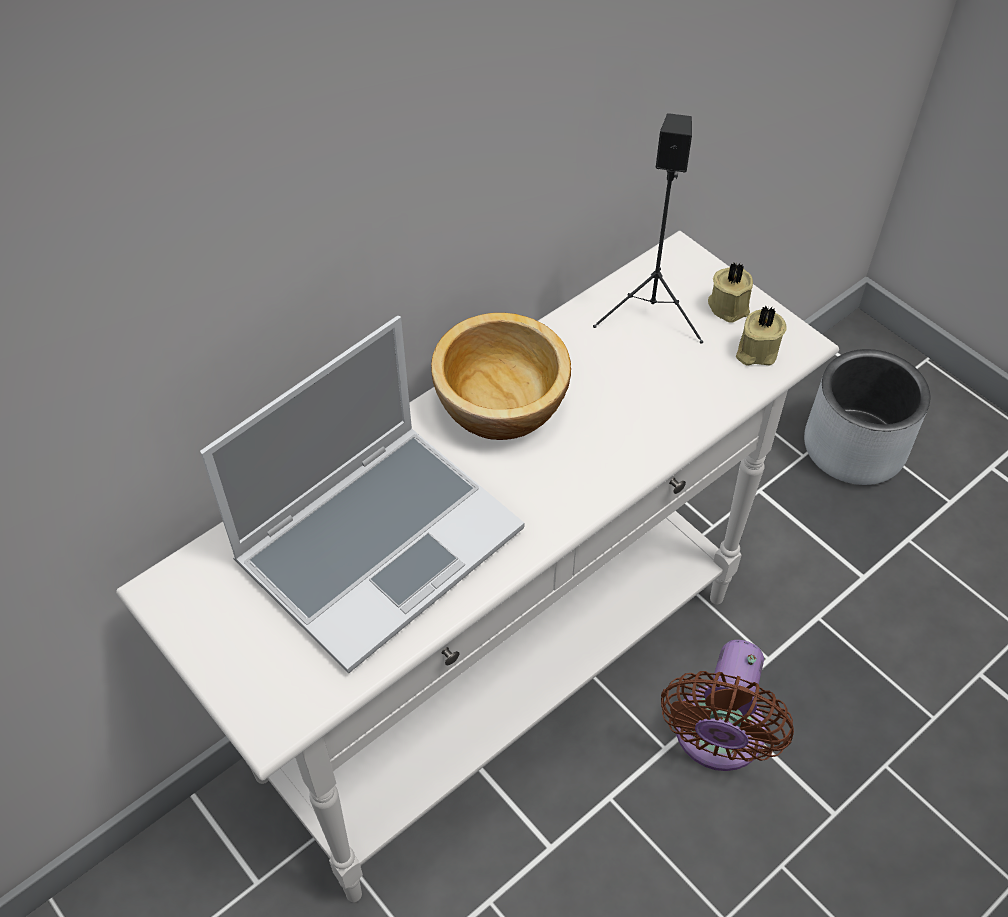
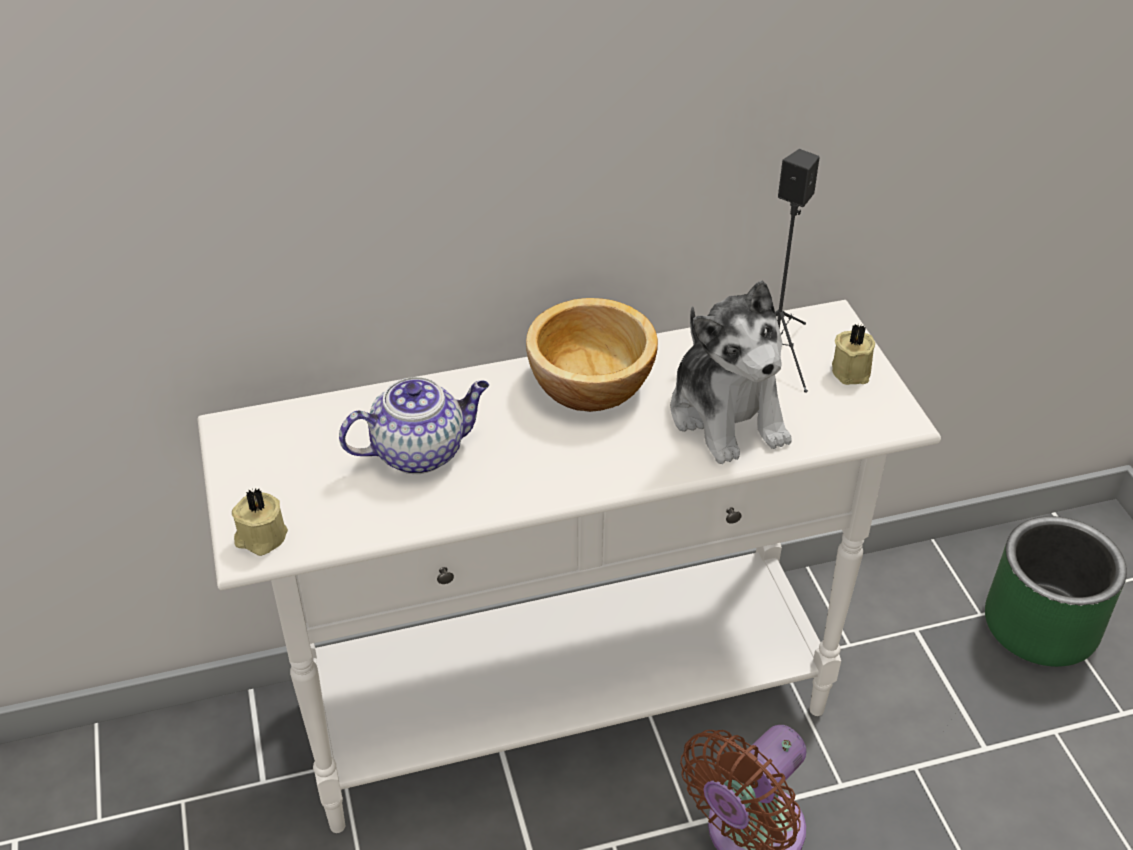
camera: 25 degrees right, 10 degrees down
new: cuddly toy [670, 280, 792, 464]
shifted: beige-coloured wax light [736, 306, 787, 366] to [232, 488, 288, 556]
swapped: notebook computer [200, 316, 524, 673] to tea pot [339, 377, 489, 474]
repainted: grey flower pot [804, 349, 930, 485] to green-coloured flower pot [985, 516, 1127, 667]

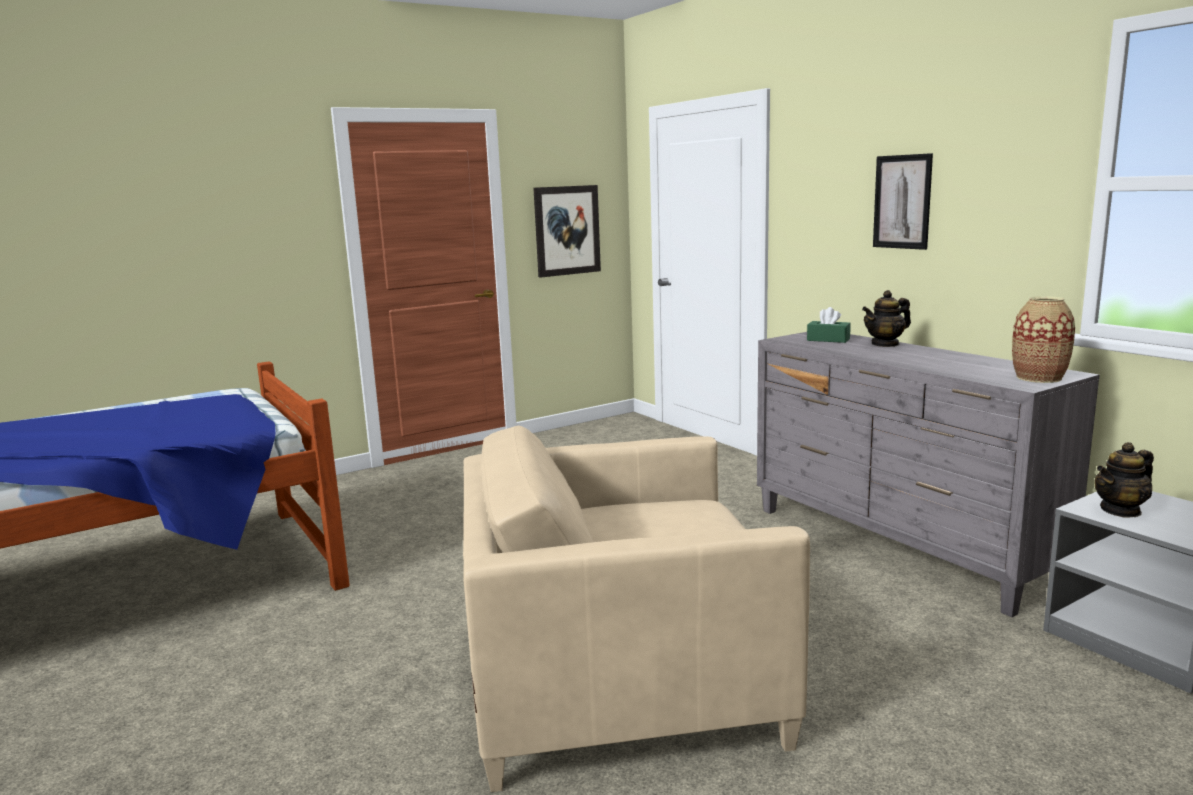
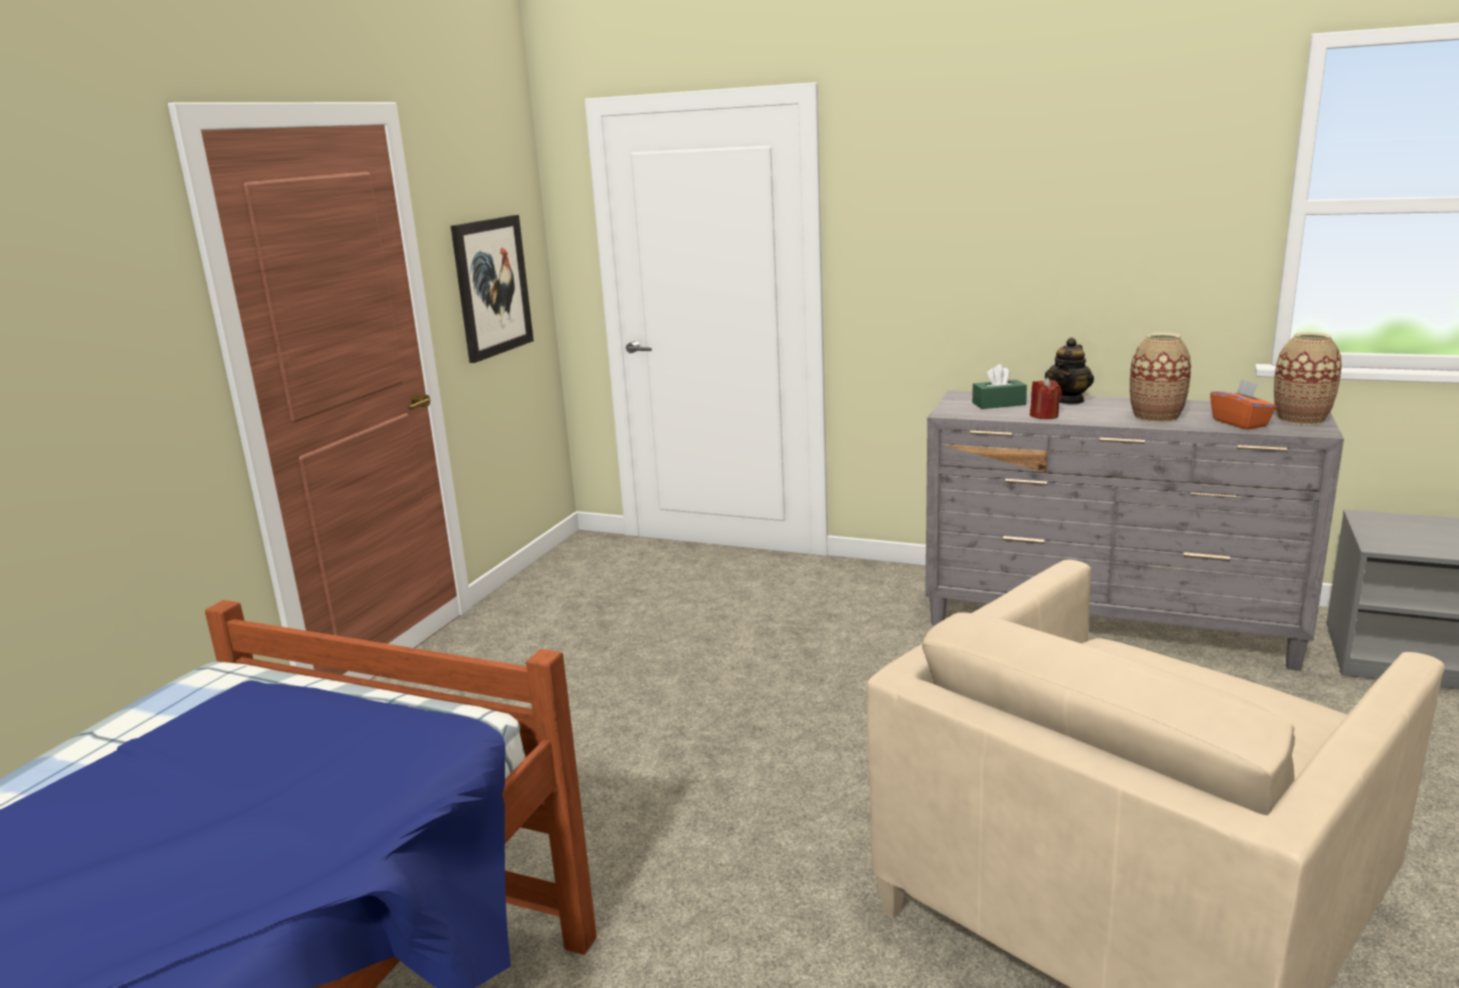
camera: 35 degrees left, 5 degrees up
gone: picture [873, 153, 933, 250]; tea pot [1094, 442, 1154, 518]
new: reddish wax light [1030, 377, 1062, 419]; vase [1130, 332, 1191, 423]; orangey box of tissues [1210, 379, 1277, 430]

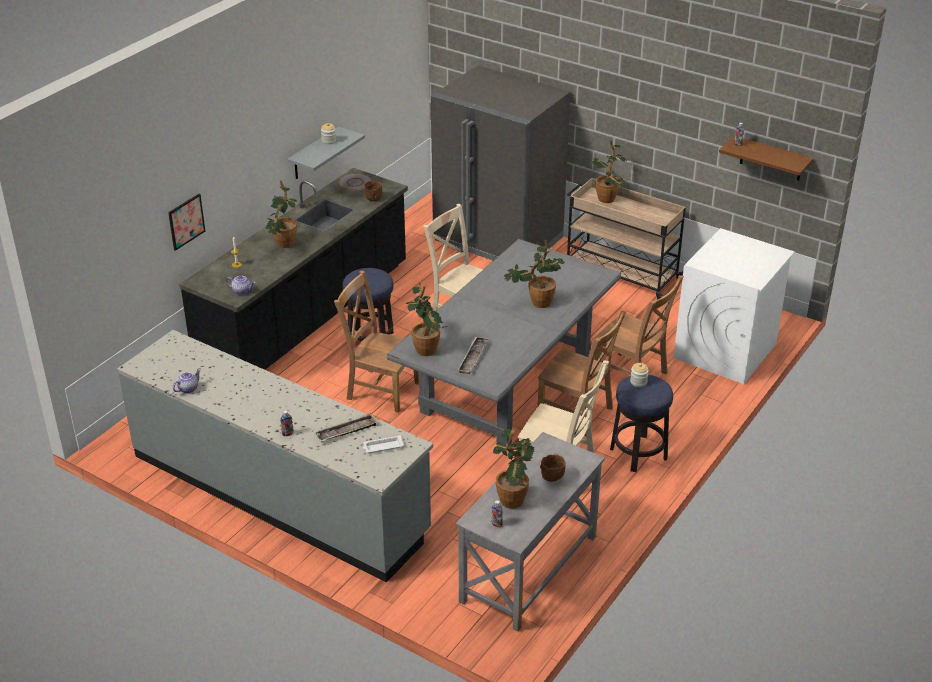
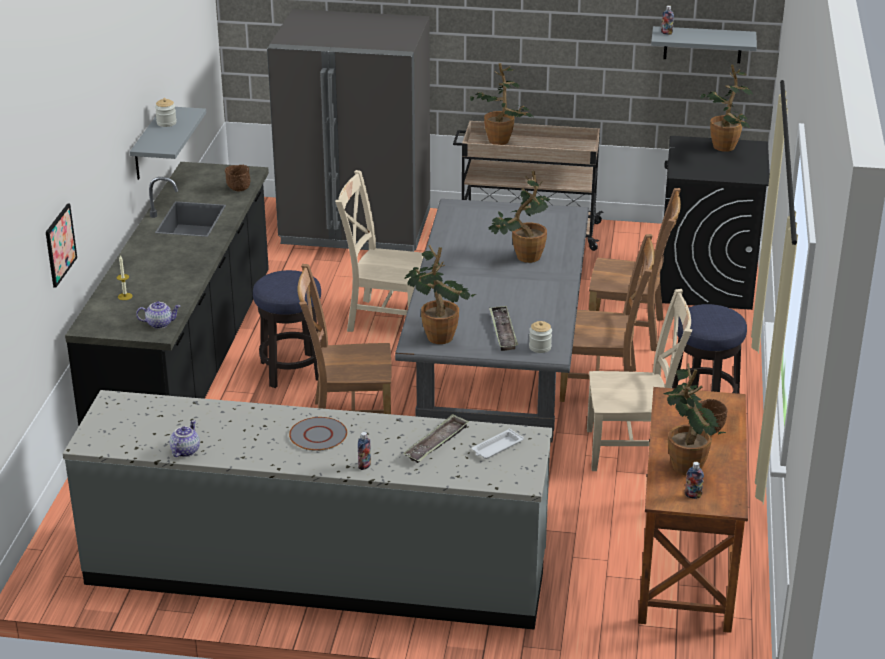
camera: 25 degrees left, 5 degrees down
shifted: houseplant [266, 180, 297, 248] to [701, 64, 753, 152]; grey dinner plate [338, 173, 372, 191] to [289, 417, 347, 451]; storage jar [630, 363, 649, 387] to [529, 321, 552, 353]
repainted: grey desk [455, 432, 605, 631] to brown desk [638, 387, 748, 633]; white-coloured washing machine [674, 228, 795, 384] to black washing machine [660, 136, 770, 310]; brown bracket shelf [719, 136, 814, 181] to grey bracket shelf [651, 26, 757, 63]

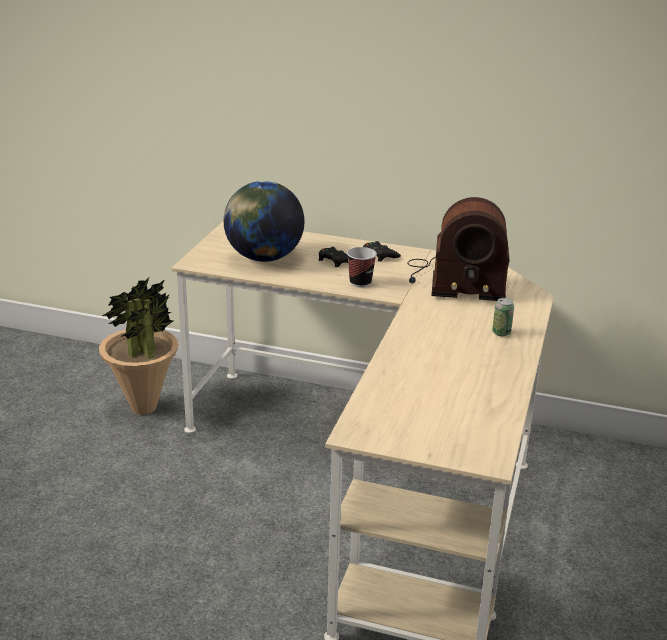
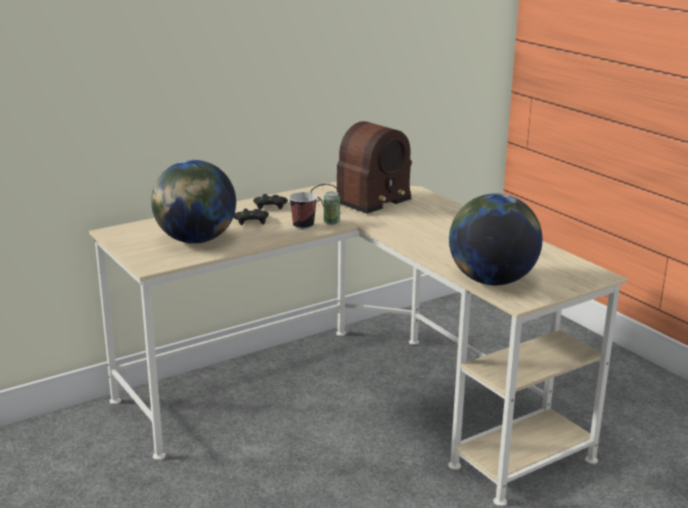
camera: 50 degrees left, 5 degrees down
gone: houseplant [99, 278, 179, 415]
new: globe [449, 193, 542, 285]
shifted: sealed can [492, 298, 514, 337] to [324, 192, 340, 225]

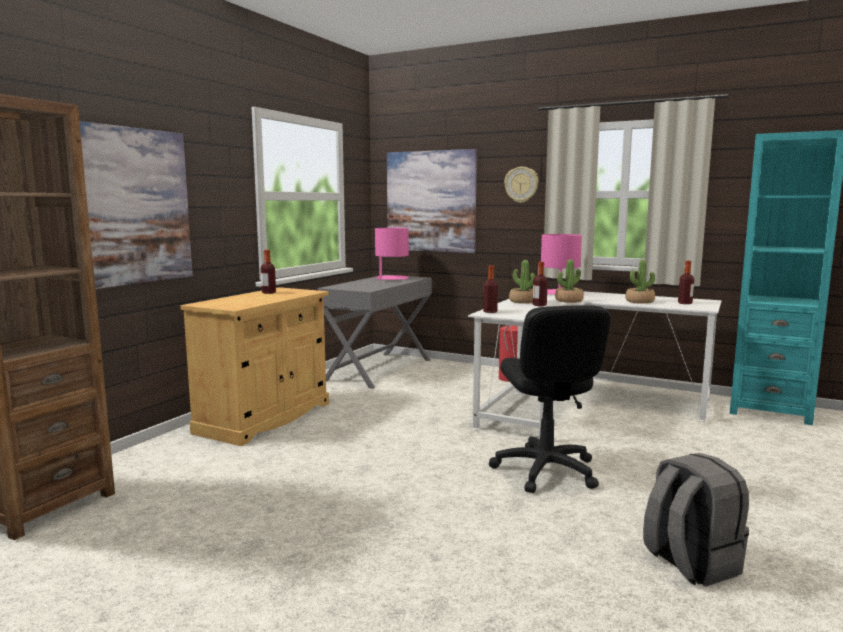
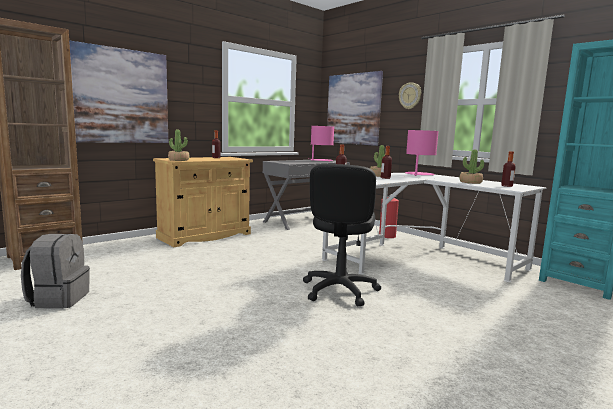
camera: 20 degrees right, 0 degrees up
shifted: houseplant [555, 259, 584, 303] to [168, 129, 190, 161]; grey knapsack [643, 453, 749, 586] to [21, 234, 90, 309]

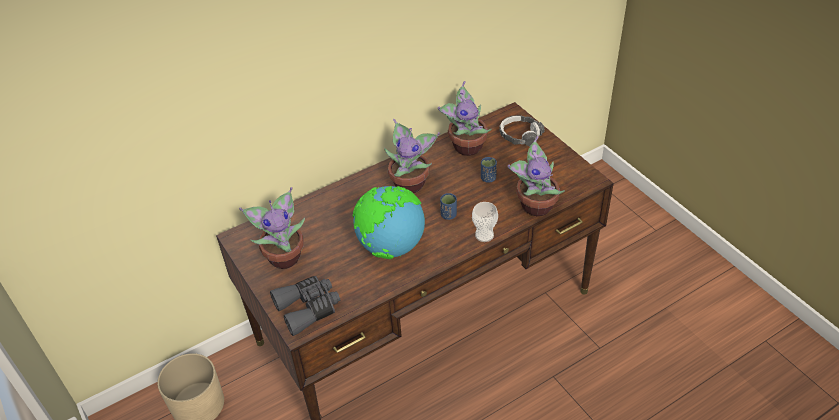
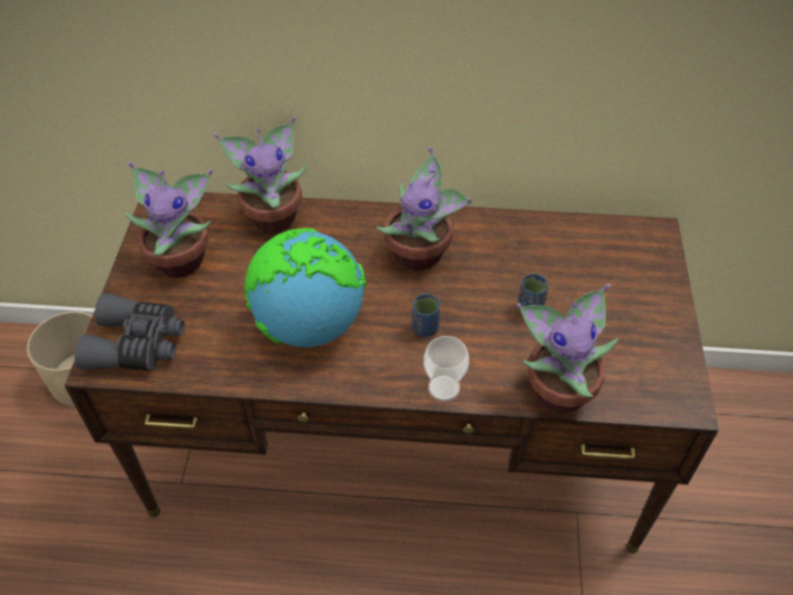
camera: 35 degrees right, 5 degrees up
gone: headset [499, 115, 545, 146]
shifted: houseplant [438, 81, 491, 156] to [214, 117, 307, 234]

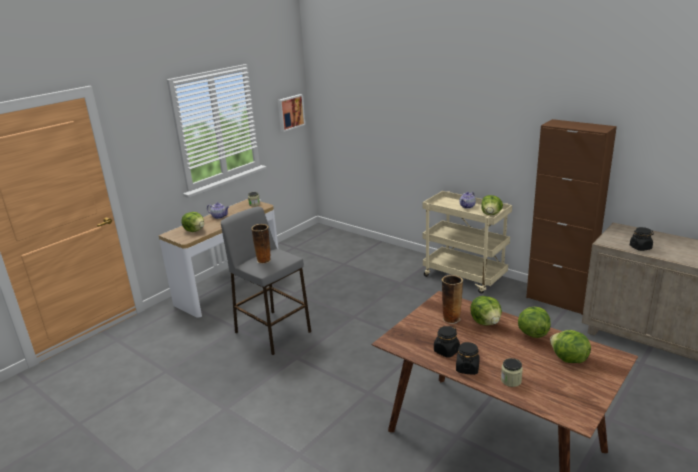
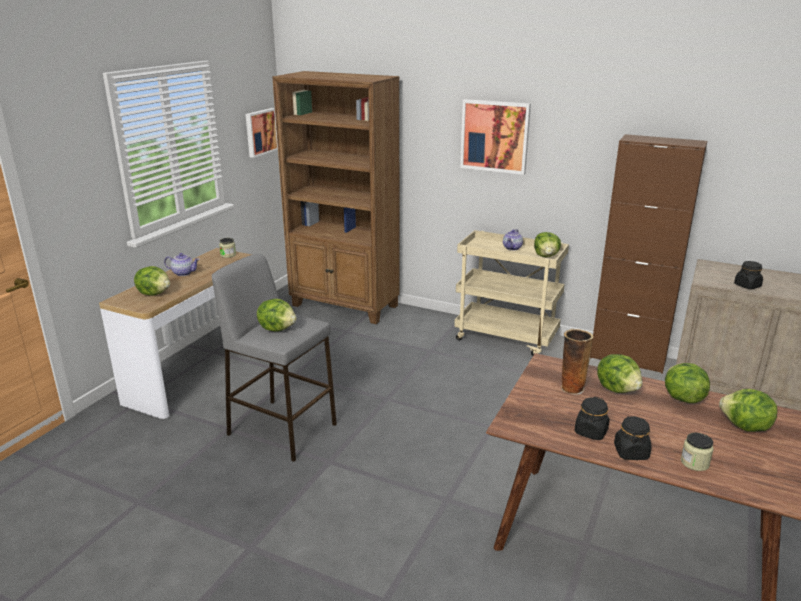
camera: 15 degrees left, 0 degrees up
new: brown shelving unit [272, 71, 400, 324]; picture [460, 99, 531, 175]
swapped: vase [251, 224, 271, 264] to head of lettuce [257, 299, 297, 332]

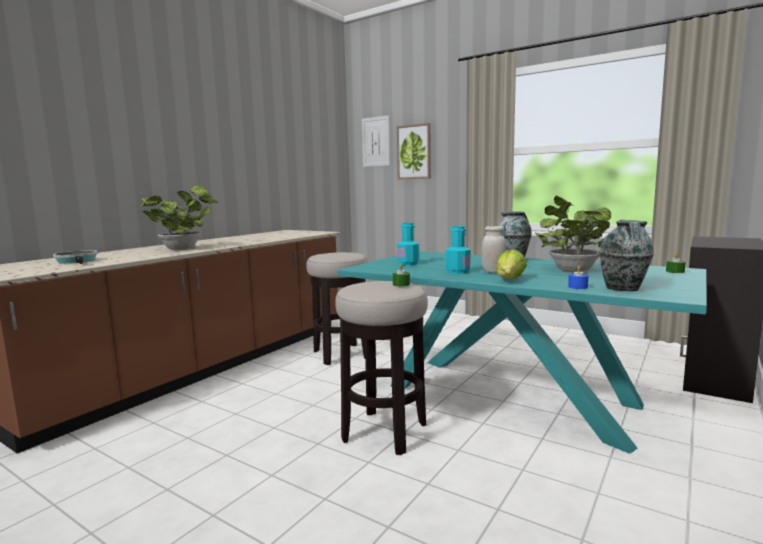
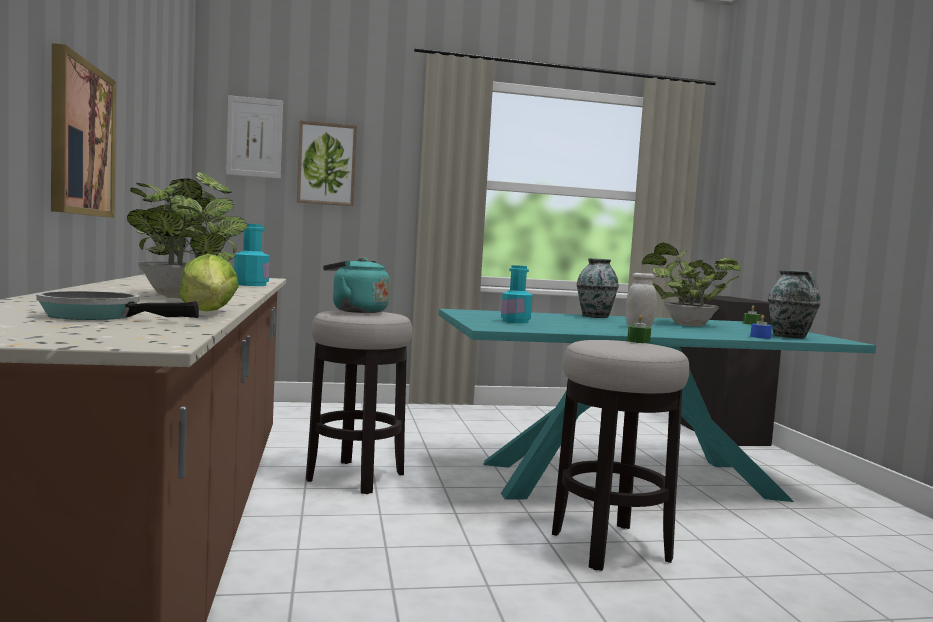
camera: 45 degrees left, 5 degrees down
new: picture [51, 43, 116, 218]; turquoise kettle [323, 257, 390, 313]
shifted: turquoise drink bottle [446, 226, 470, 274] to [234, 224, 270, 286]; head of lettuce [496, 249, 527, 279] to [179, 253, 239, 311]

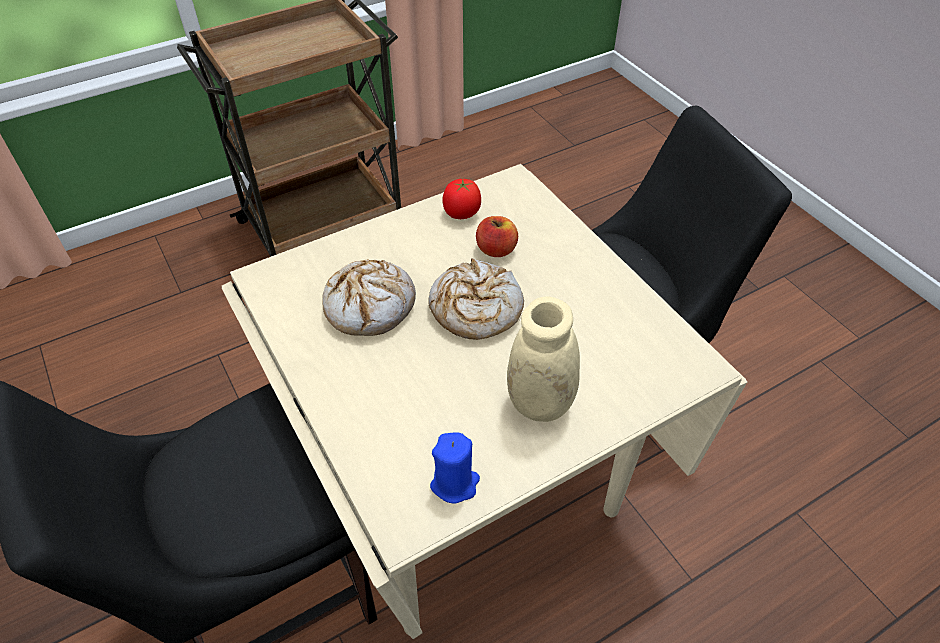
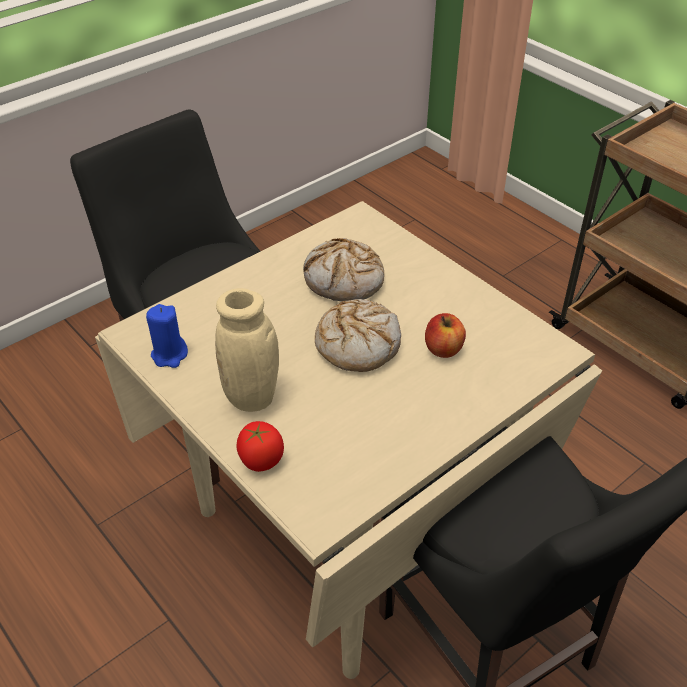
camera: 80 degrees right, 5 degrees down
shifted: whole tomato [442, 179, 481, 219] to [236, 421, 284, 472]

